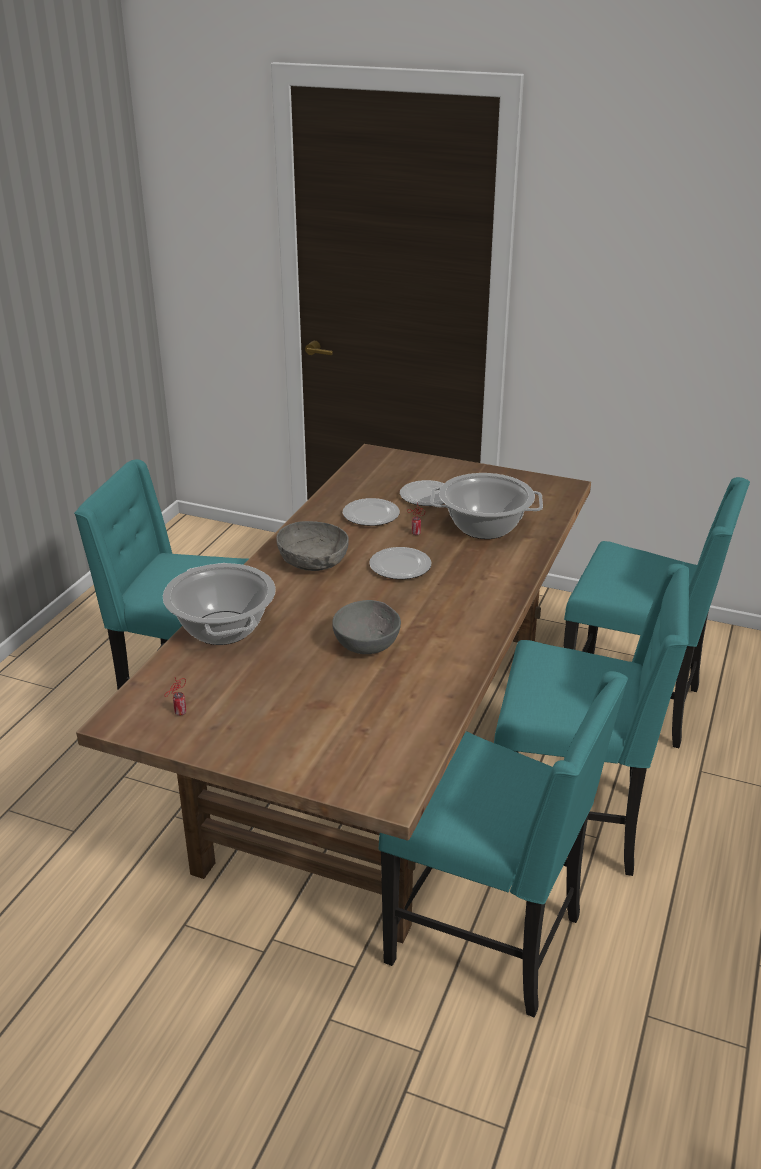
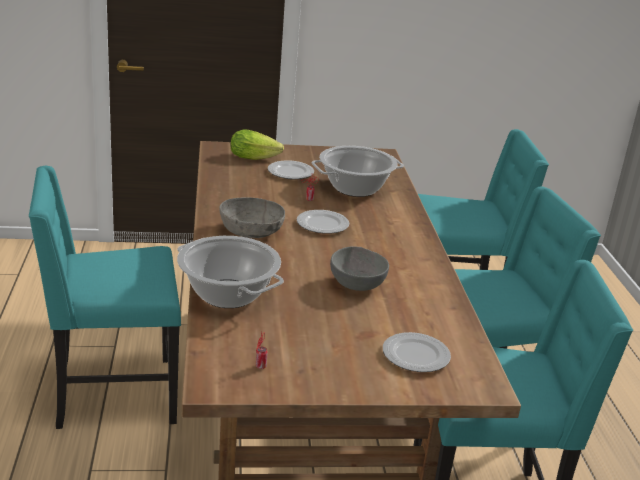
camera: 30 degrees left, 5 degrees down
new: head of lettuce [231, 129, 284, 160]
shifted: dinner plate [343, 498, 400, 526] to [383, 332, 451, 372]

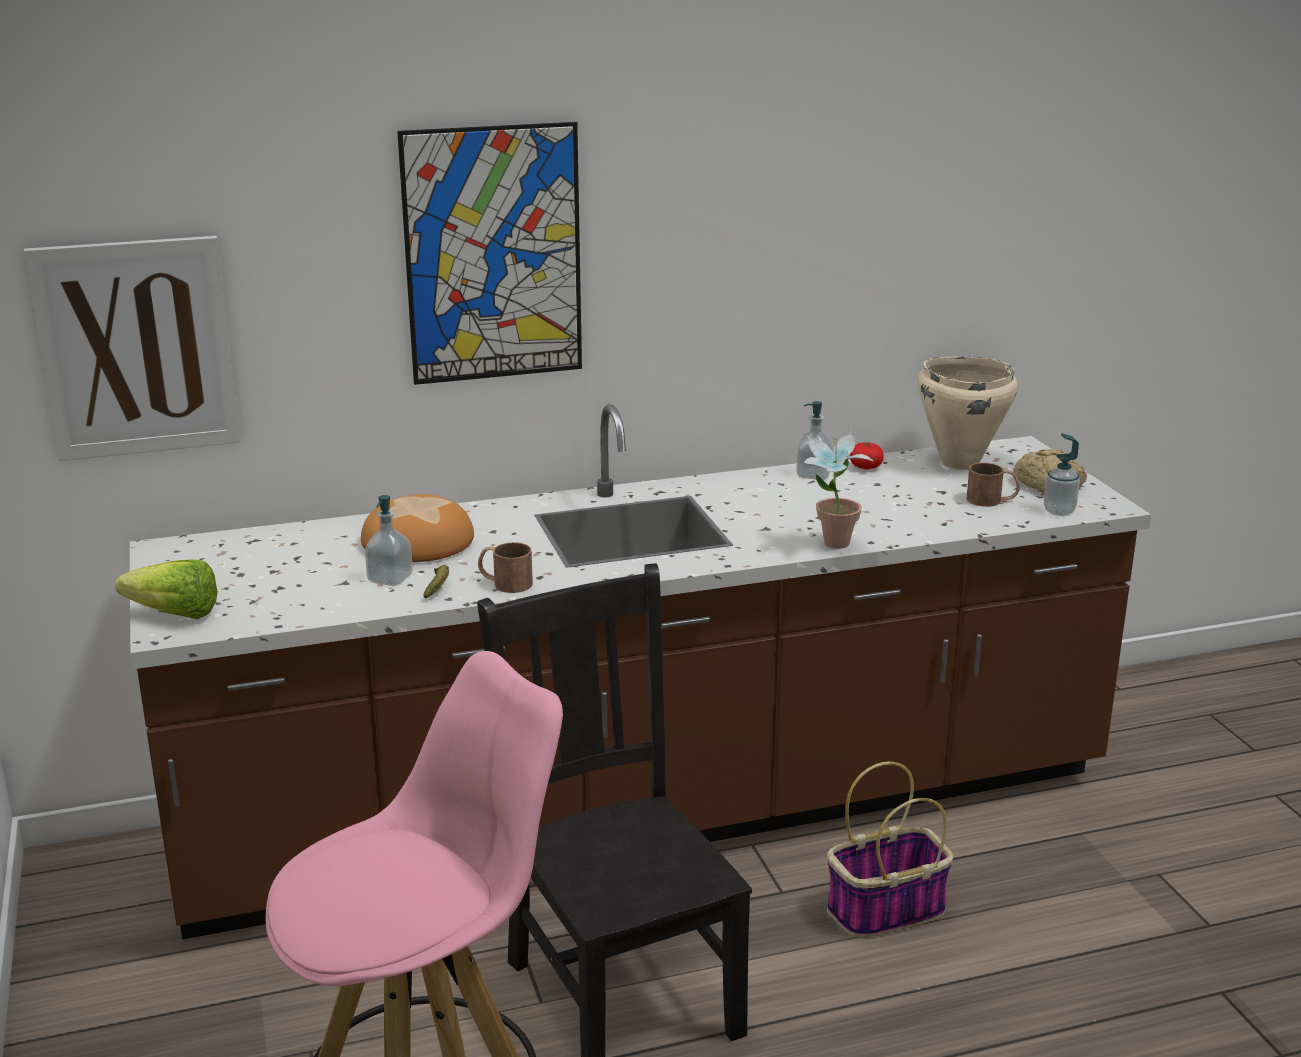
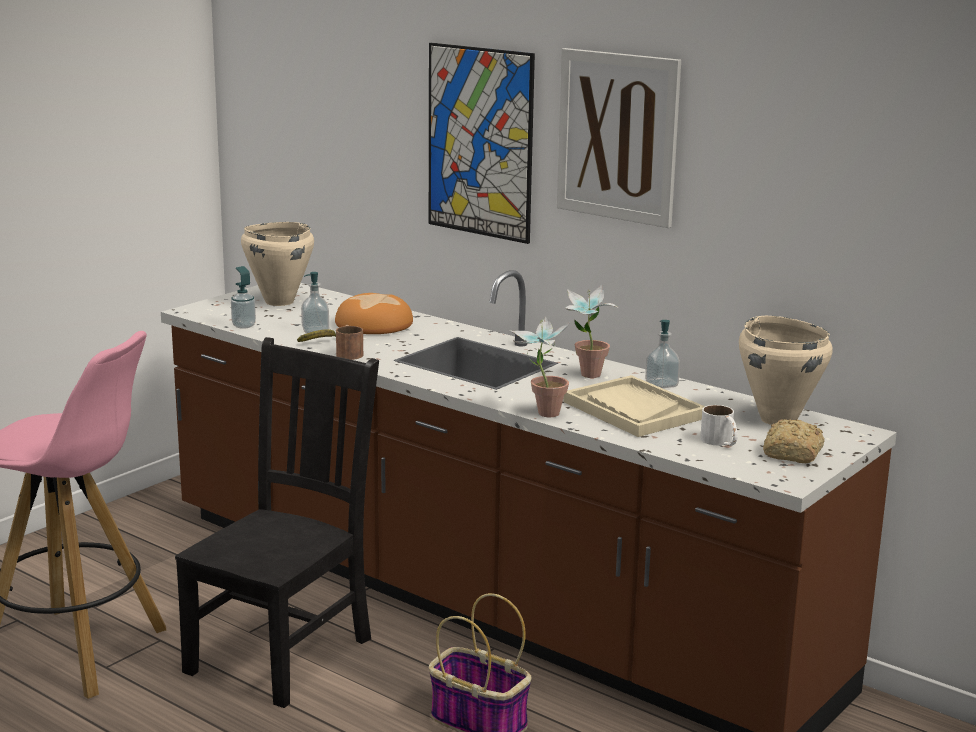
camera: 55 degrees right, 5 degrees down
gone: head of lettuce [115, 559, 218, 619]; whole tomato [850, 442, 884, 469]
new: beige-coloured cooking pot [241, 222, 314, 306]; beige-coloured tray [564, 375, 705, 437]; houseplant [565, 285, 618, 378]
shifted: picture [24, 236, 240, 461] to [557, 48, 681, 228]; soap bottle [1044, 433, 1080, 516] to [231, 266, 256, 329]
repainted: brown mug [967, 463, 1020, 507] to white-coloured mug [700, 405, 738, 446]

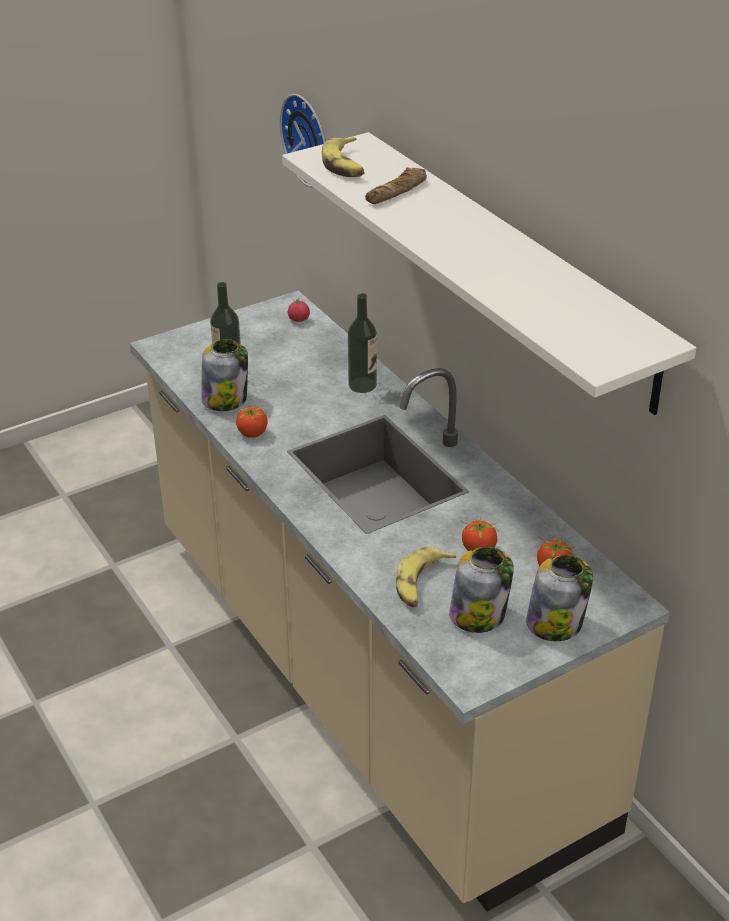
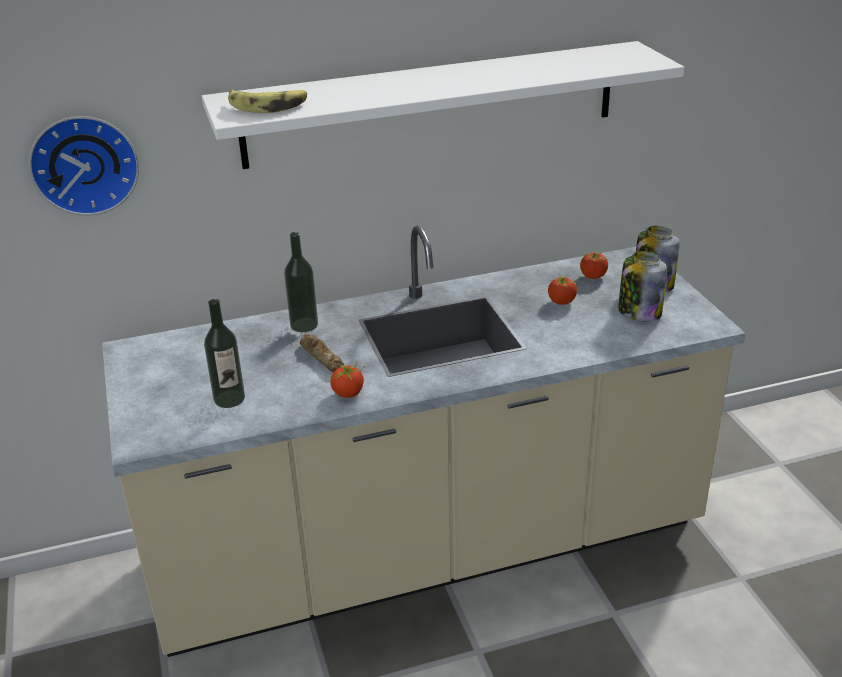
camera: 75 degrees left, 5 degrees down
gone: storage jar [201, 339, 248, 411]; whole tomato [288, 298, 310, 322]; whole banana [396, 547, 456, 607]
shifted: bread [365, 167, 427, 204] to [300, 334, 344, 372]

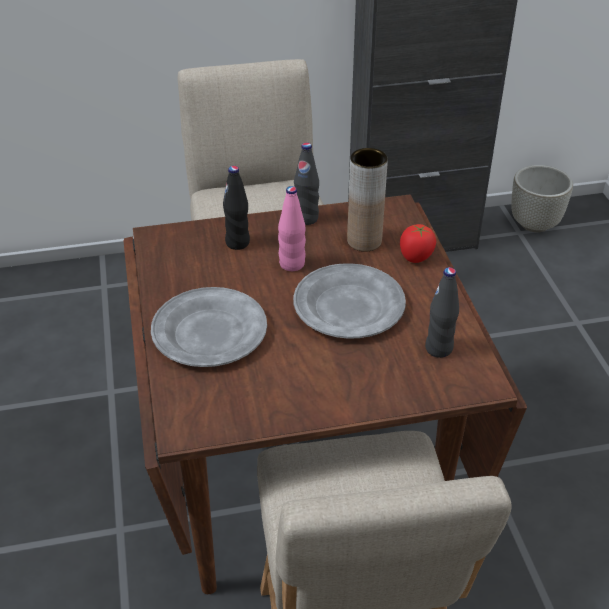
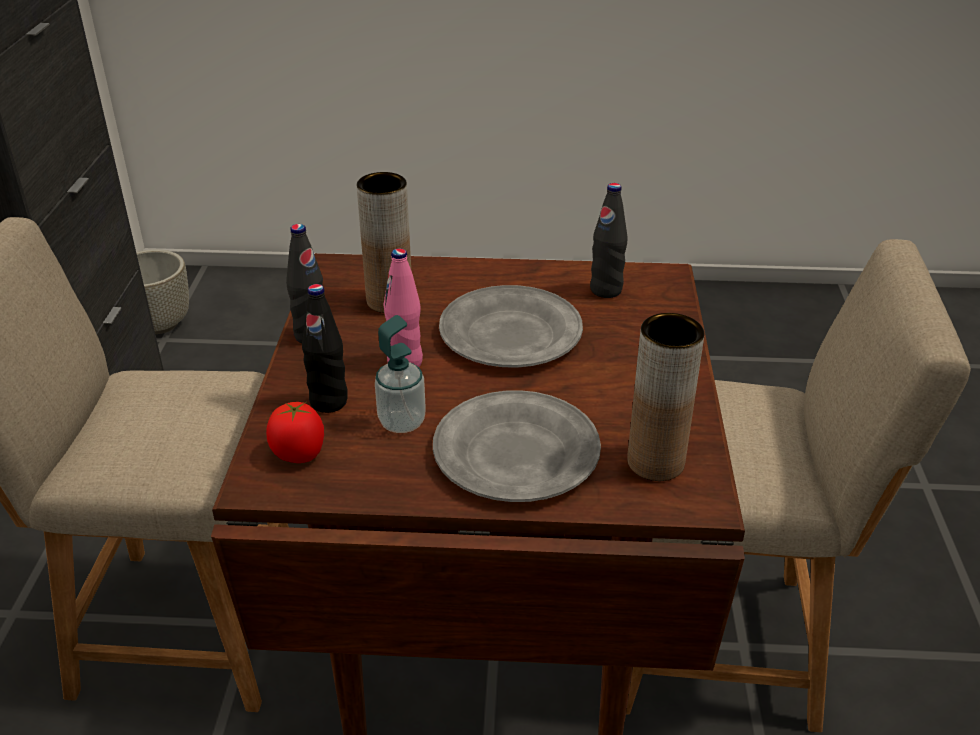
camera: 75 degrees left, 5 degrees down
new: soap bottle [375, 315, 426, 433]; brown vase [627, 313, 704, 481]
shifted: whole tomato [400, 224, 436, 263] to [266, 402, 324, 463]

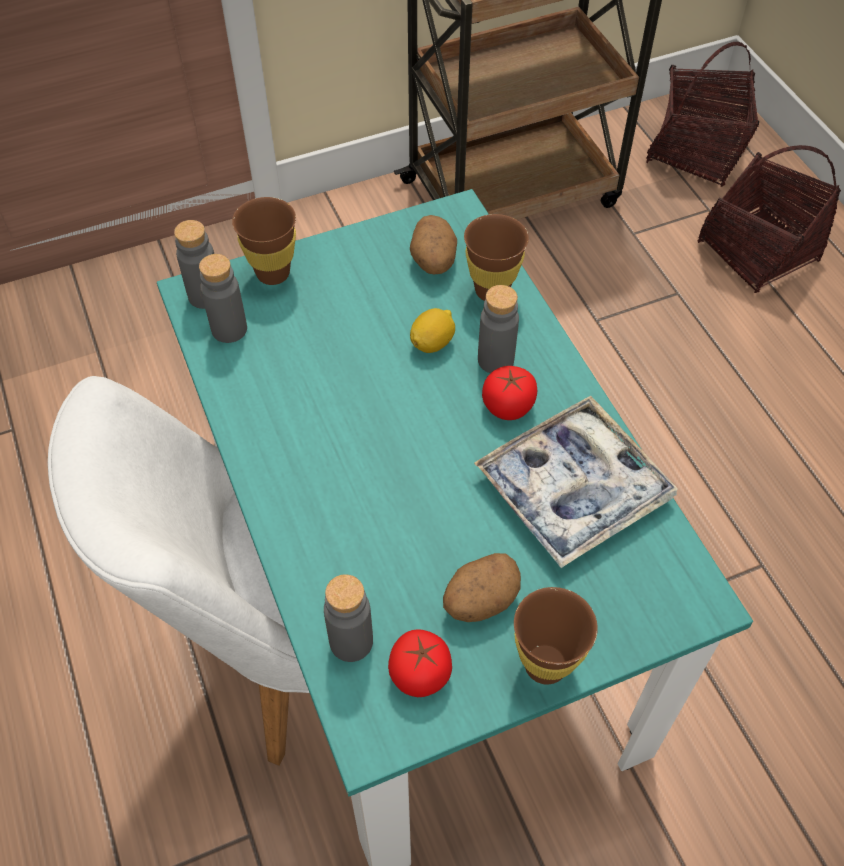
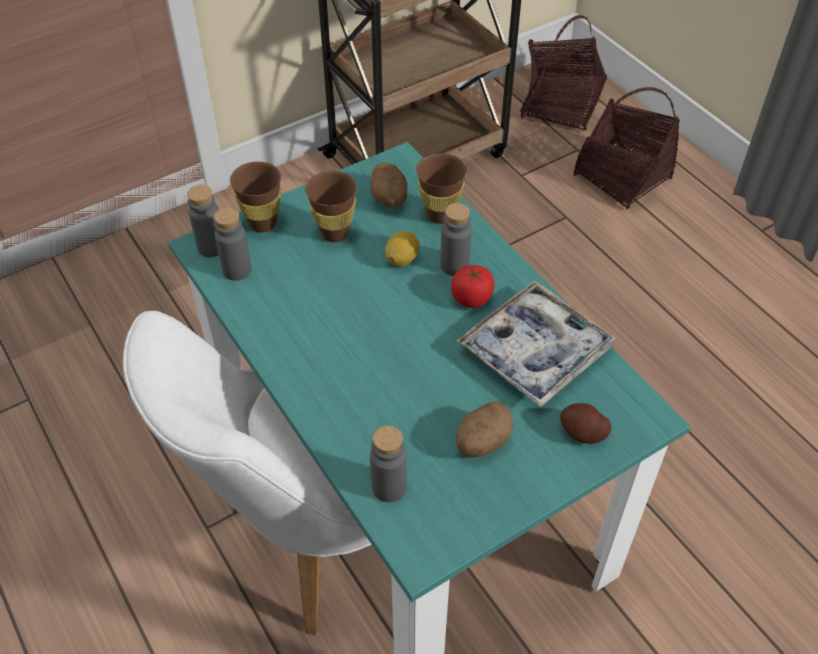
camera: 10 degrees left, 5 degrees down
gone: whole tomato [388, 629, 452, 697]
new: potato [560, 403, 611, 444]
shifted: brown small cup [514, 587, 598, 685] to [305, 171, 357, 242]

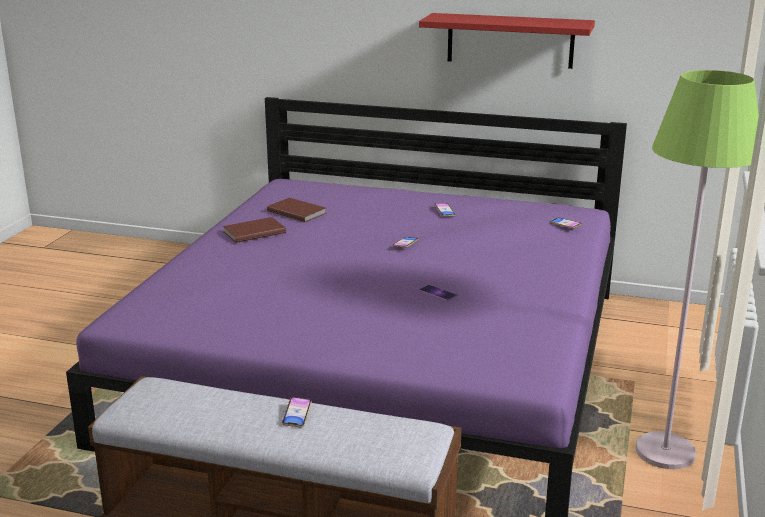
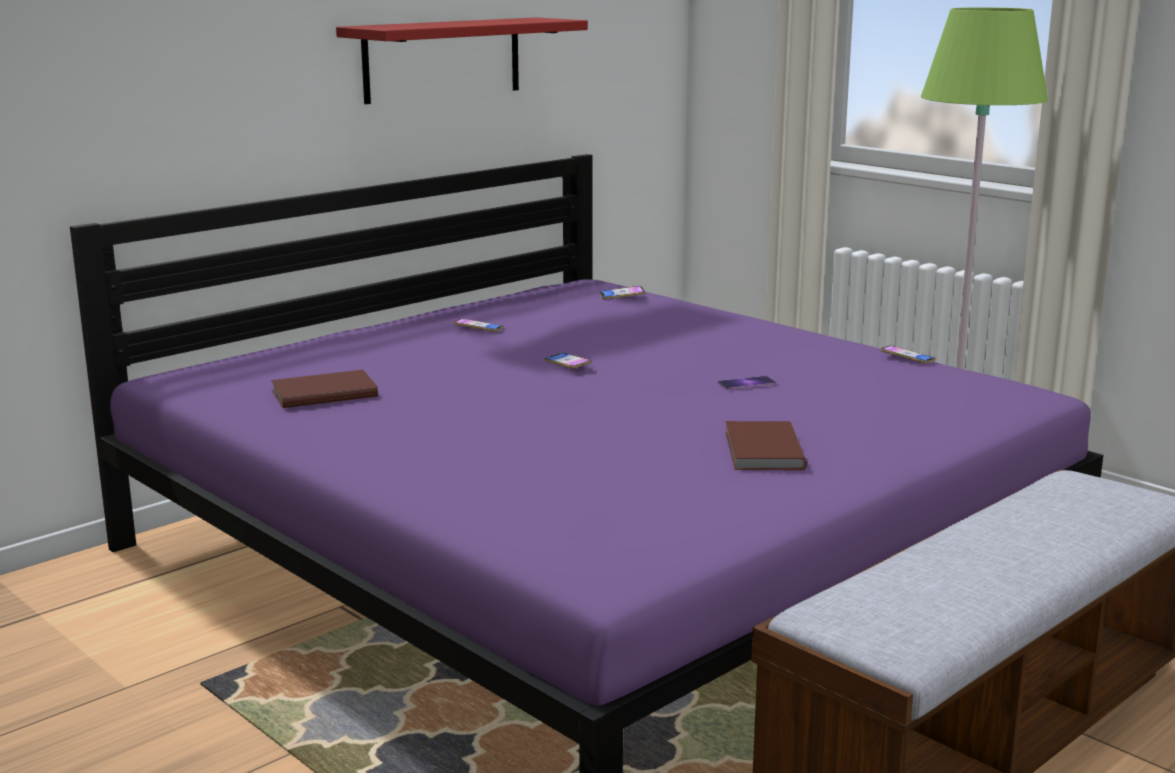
camera: 60 degrees left, 5 degrees down
shifted: brown volume [223, 217, 286, 243] to [725, 421, 807, 470]; handset [282, 397, 312, 427] to [880, 345, 936, 364]

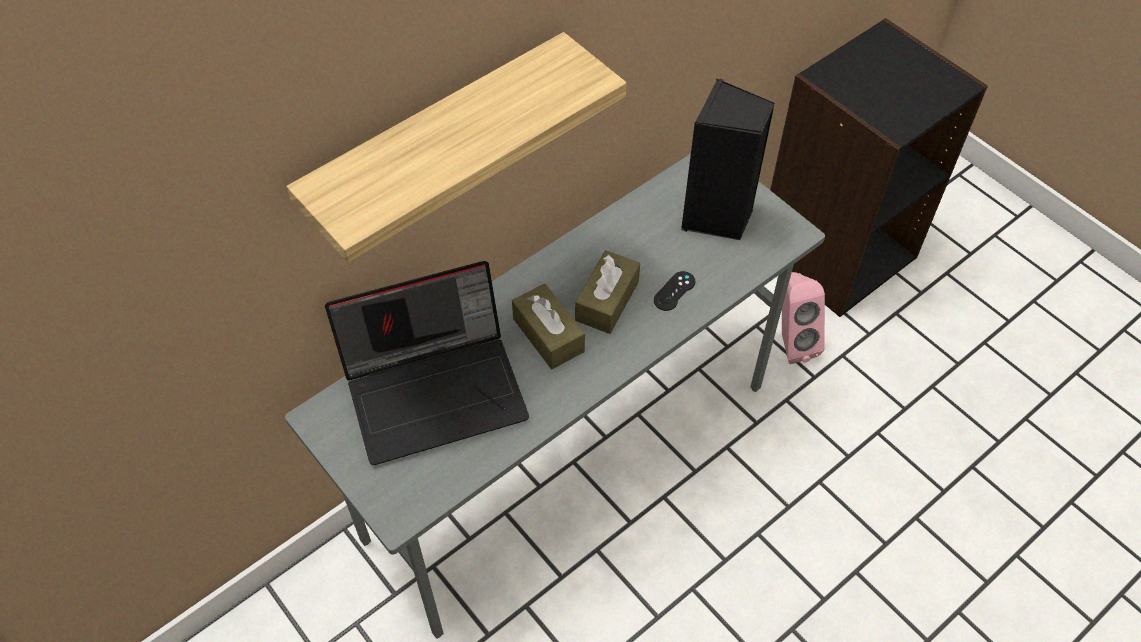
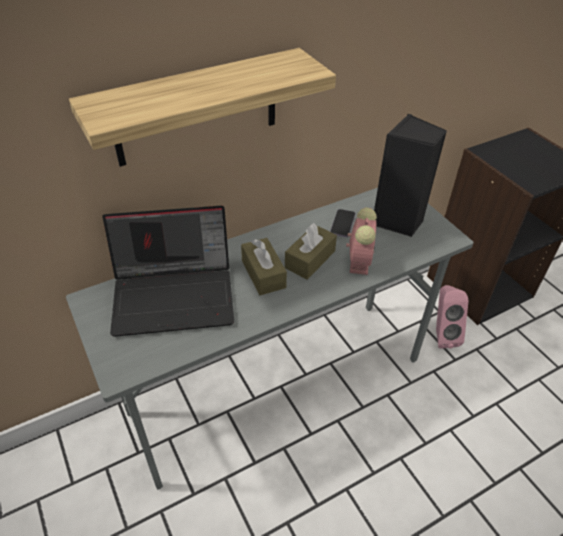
camera: 10 degrees right, 10 degrees down
new: handset [330, 209, 355, 237]
swapped: black game controller [654, 271, 695, 311] to alarm clock [346, 208, 377, 275]

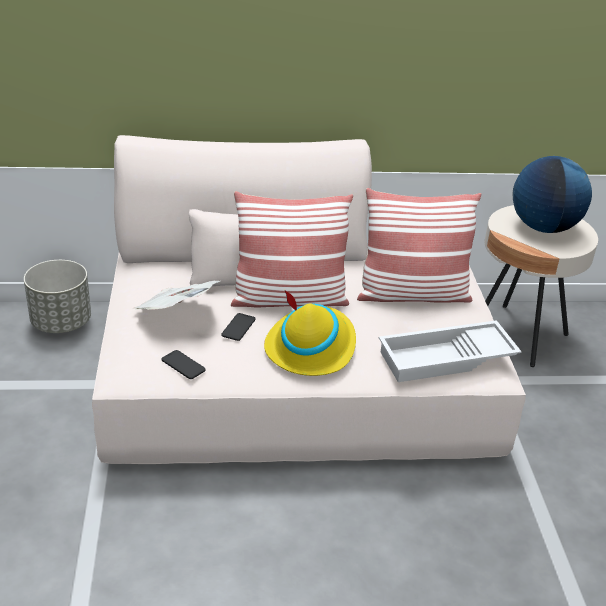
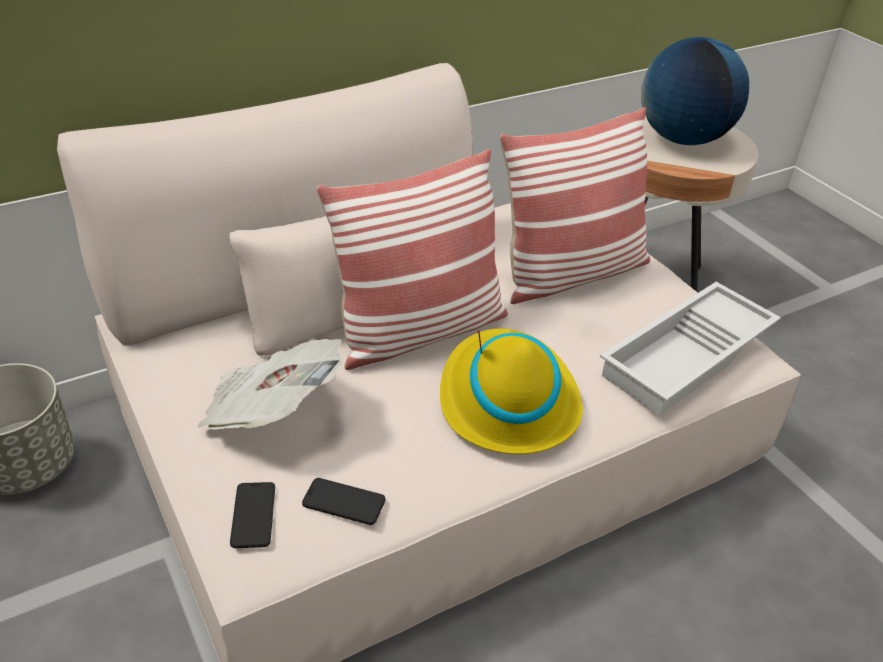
camera: 25 degrees left, 5 degrees up
shifted: handset [221, 313, 255, 341] to [230, 482, 275, 548]

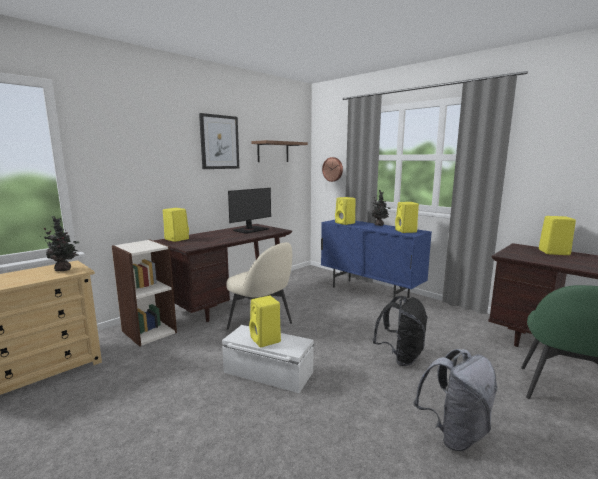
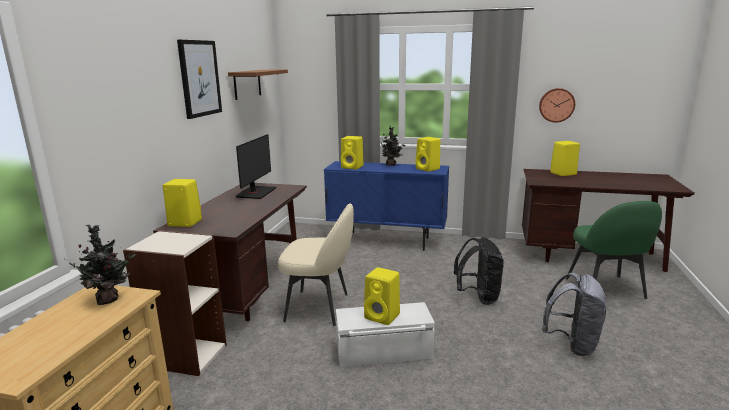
camera: 30 degrees left, 5 degrees up
shifted: clock on the wall [322, 157, 343, 182] to [539, 88, 575, 123]

